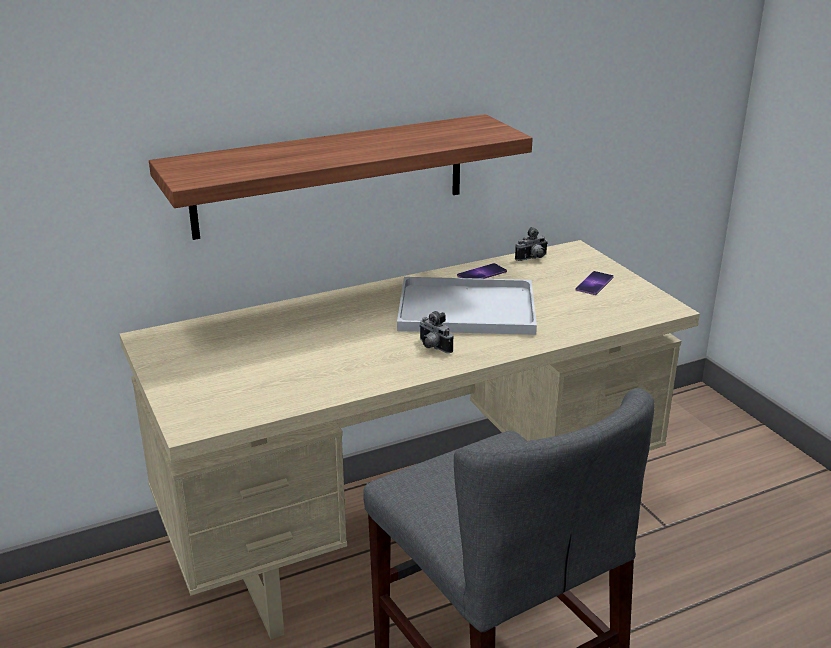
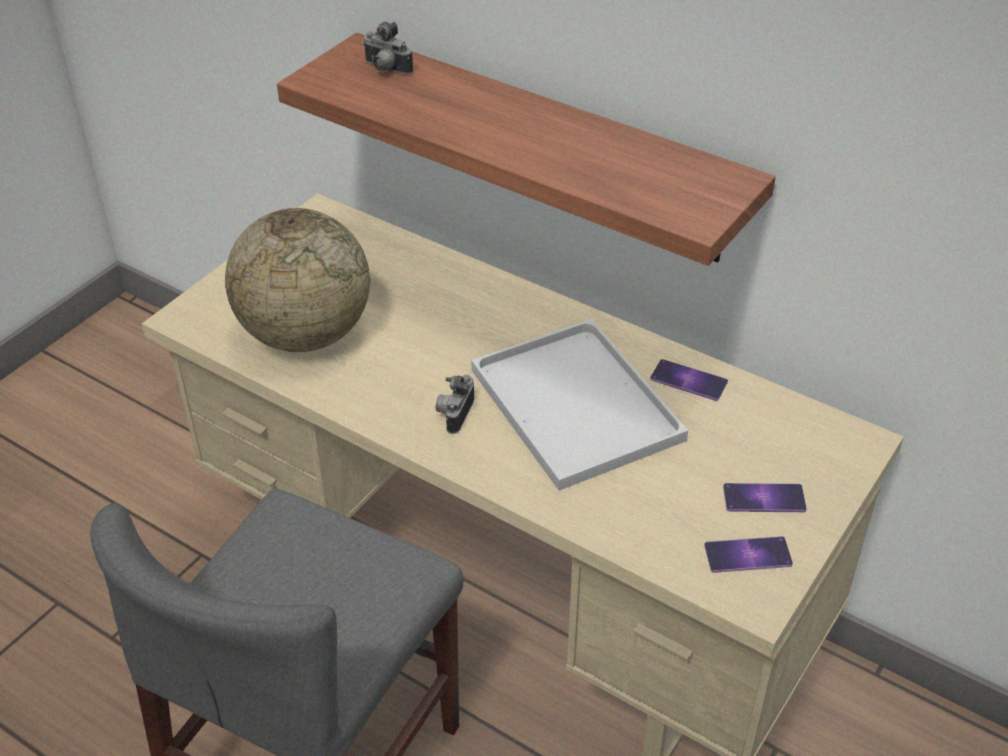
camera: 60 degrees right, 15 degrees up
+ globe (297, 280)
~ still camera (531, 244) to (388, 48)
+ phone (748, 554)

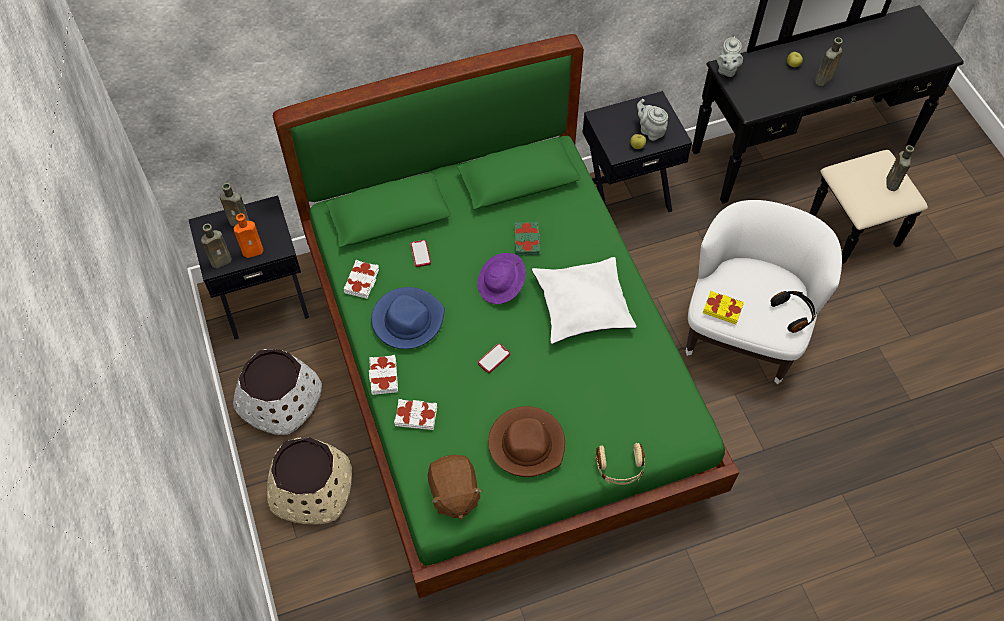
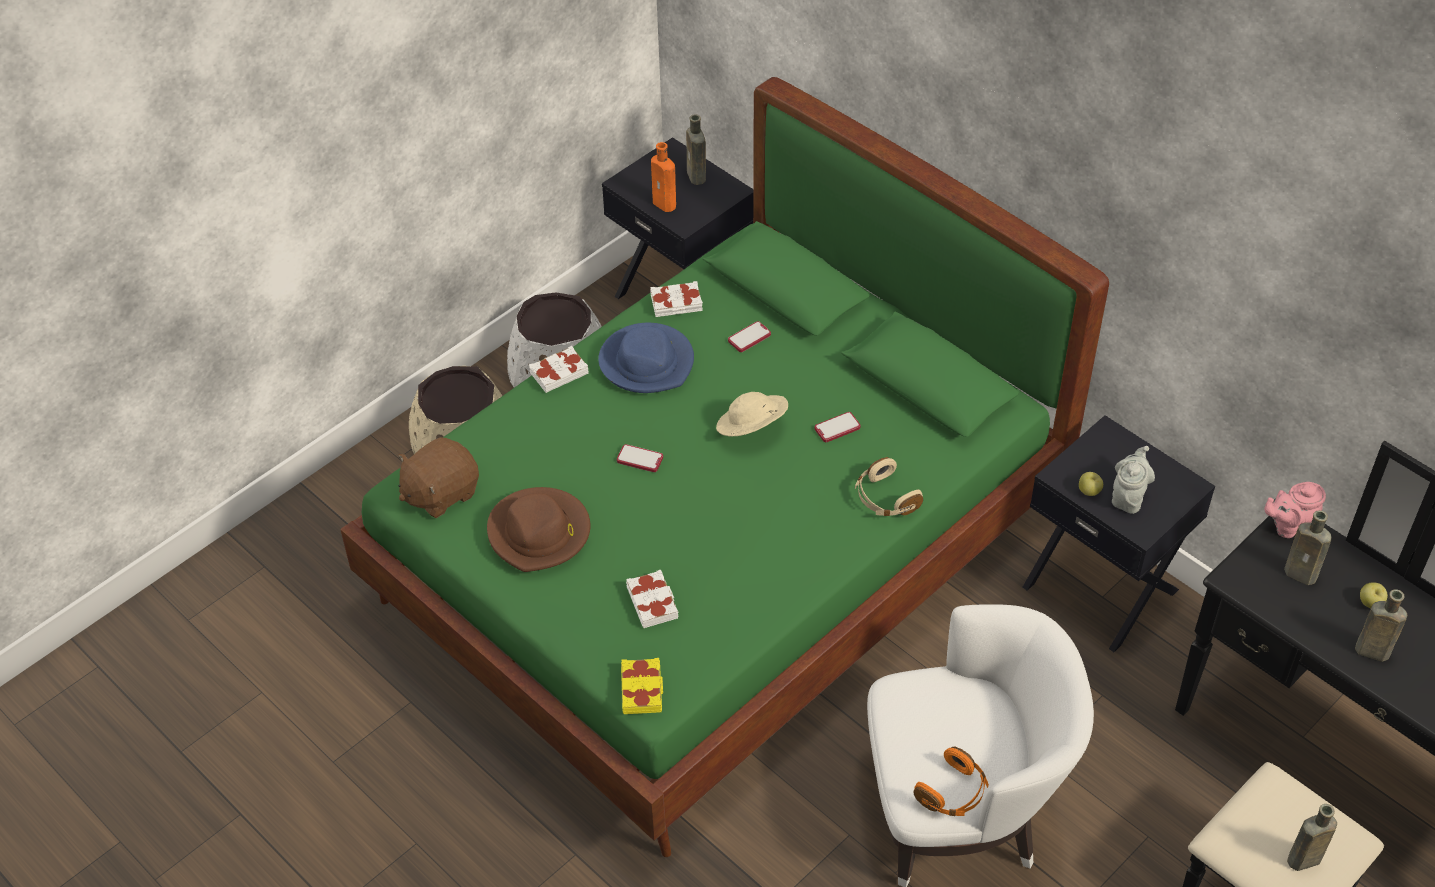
camera: 65 degrees right, 10 degrees down
~ yellow volume (723, 307) to (642, 686)
~ whitish volume (415, 414) to (652, 599)
~ purple-coloured hat (501, 278) to beige-coloured hat (752, 414)
~ green-coloured volume (527, 239) to phone (837, 427)
~ beige-coloured headset (620, 464) to (889, 486)
~ blackish headset (793, 312) to orangey headset (951, 781)
~ gray teapot (730, 56) to pinkish teapot (1295, 510)
~ brown-coloured bottle (216, 246) to (1308, 547)
- whitish pillow (584, 300)

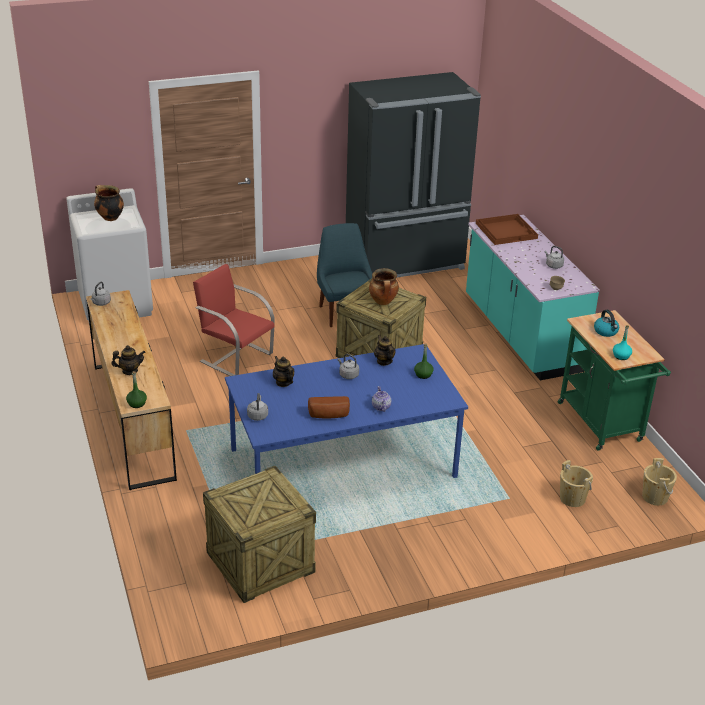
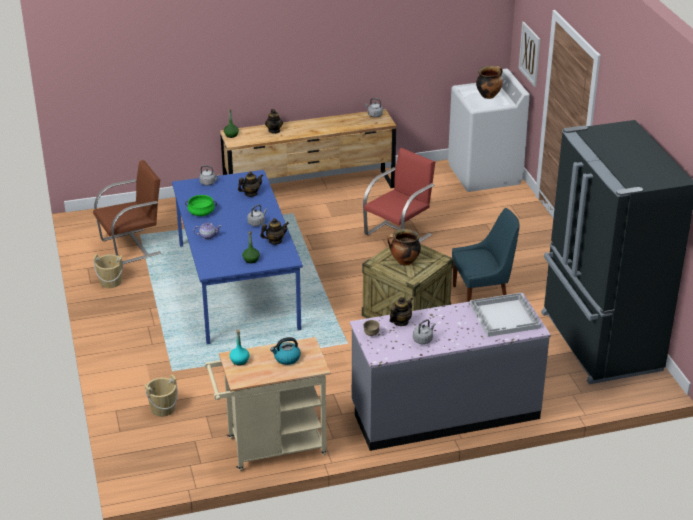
camera: 95 degrees right, 0 degrees up
~ packing crate (259, 534) to brown-coloured chair (127, 212)
~ beige-coloured pail (659, 482) to (108, 271)
~ bakery bread (329, 407) to green-coloured saucepot (201, 205)
~ green-coloured trolley (614, 380) to beige-coloured trolley (267, 404)
~ blue-green kitchen base unit (533, 297) to gray kitchen base unit (450, 372)
+ teapot (401, 311)
~ brown-coloured tray (507, 229) to whitish tray (505, 315)
+ picture (529, 54)

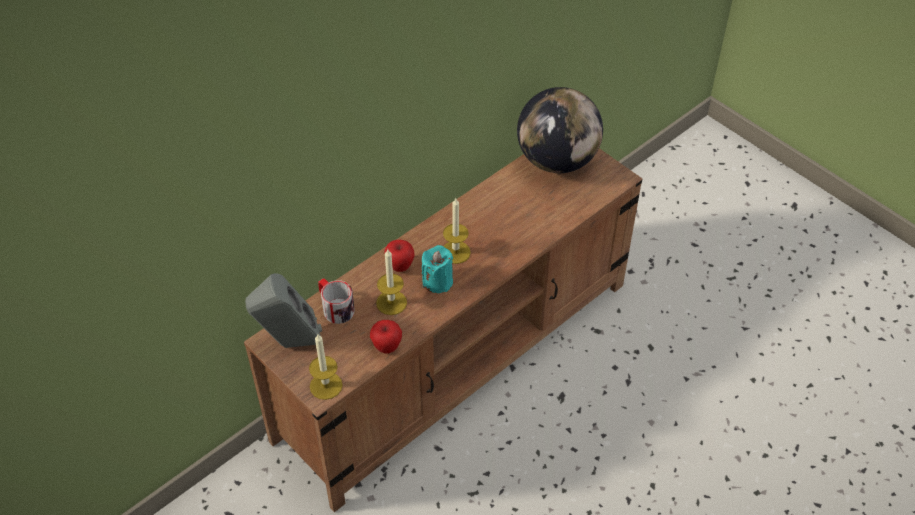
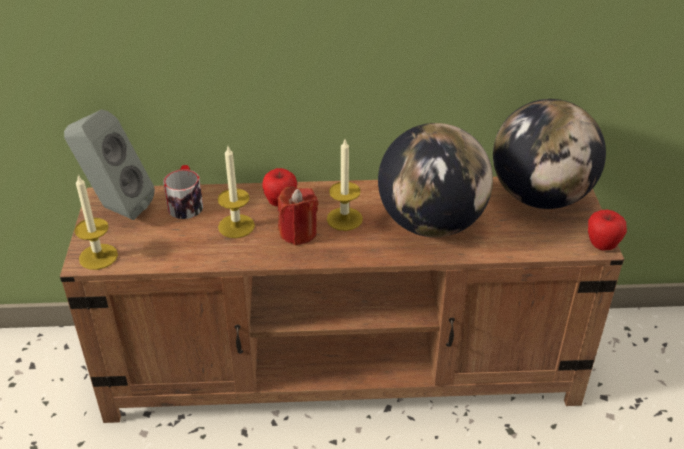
camera: 40 degrees right, 10 degrees down
~ blue-green wax light (437, 269) to red wax light (297, 215)
+ globe (435, 180)
~ apple (386, 336) to (607, 230)

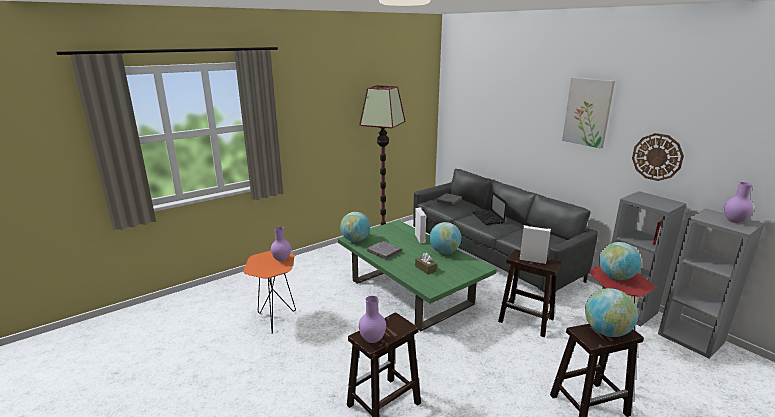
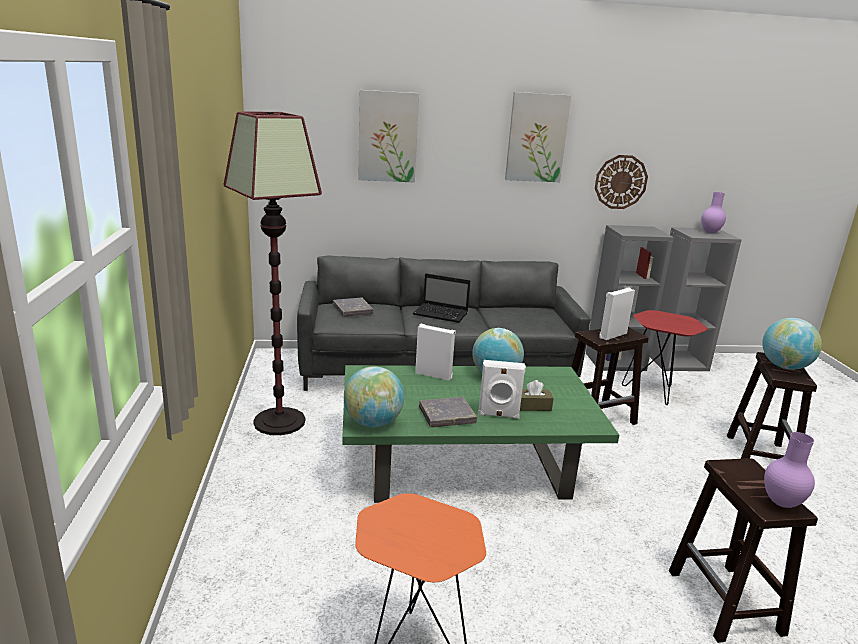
camera: 60 degrees left, 0 degrees up
+ picture (388, 136)
+ whitish audio speaker (502, 389)
- purple-coloured decorative vase (281, 244)
- globe (620, 261)

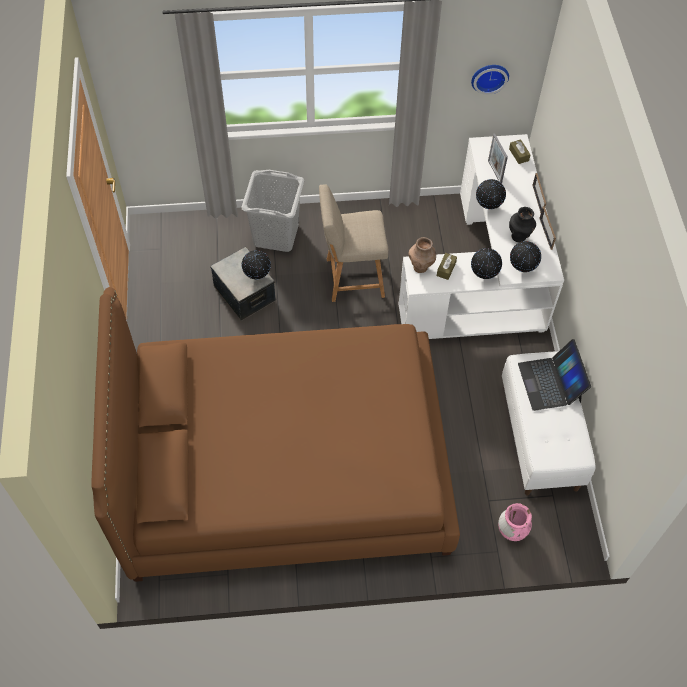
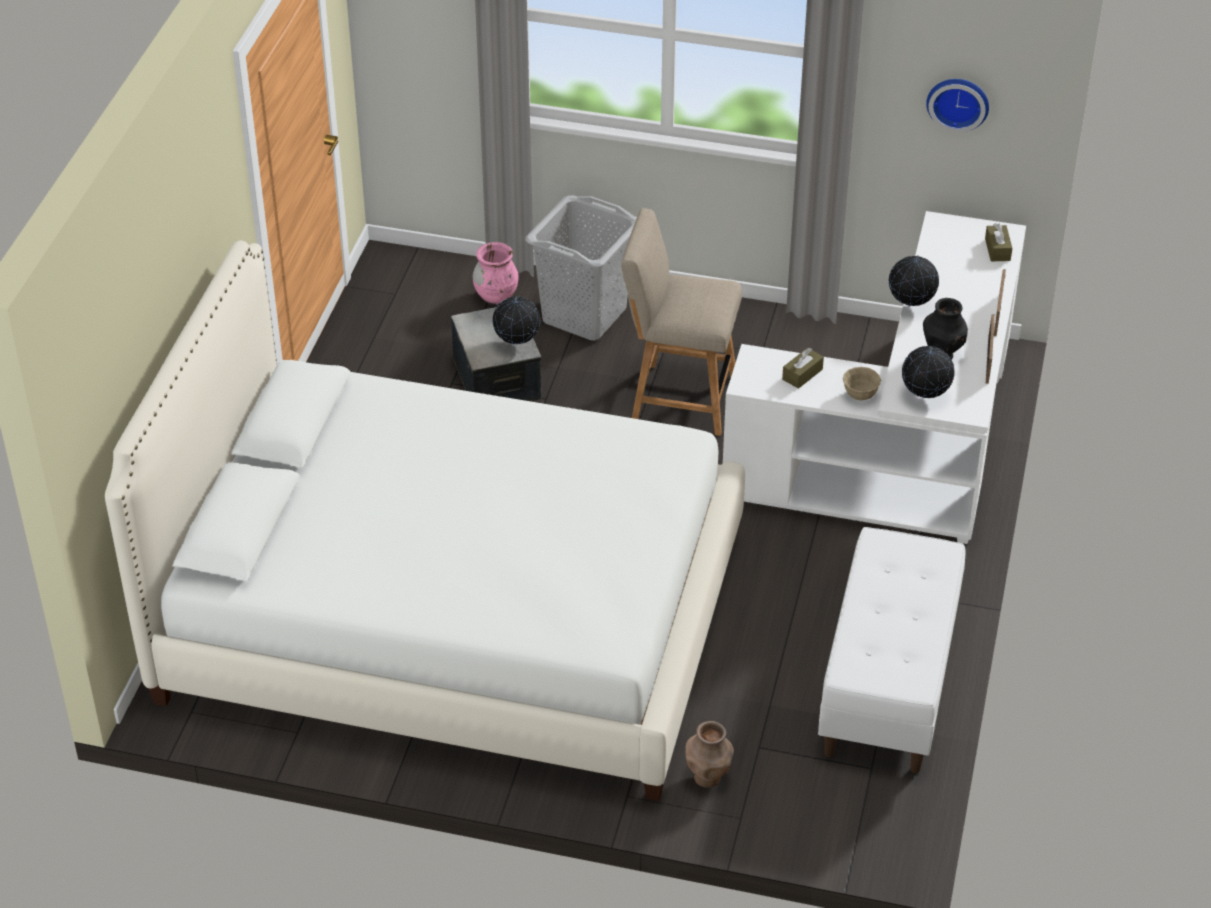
camera: 20 degrees right, 15 degrees down
~ brown-coloured sleeping bed (276, 434) to whitish sleeping bed (425, 520)
~ pinkish decorative vase (515, 522) to (496, 273)
~ brown-coloured decorative vase (422, 255) to (709, 754)
~ globe (486, 263) to beige-coloured serving bowl (862, 383)
- photo frame (498, 158)
- notebook computer (554, 375)

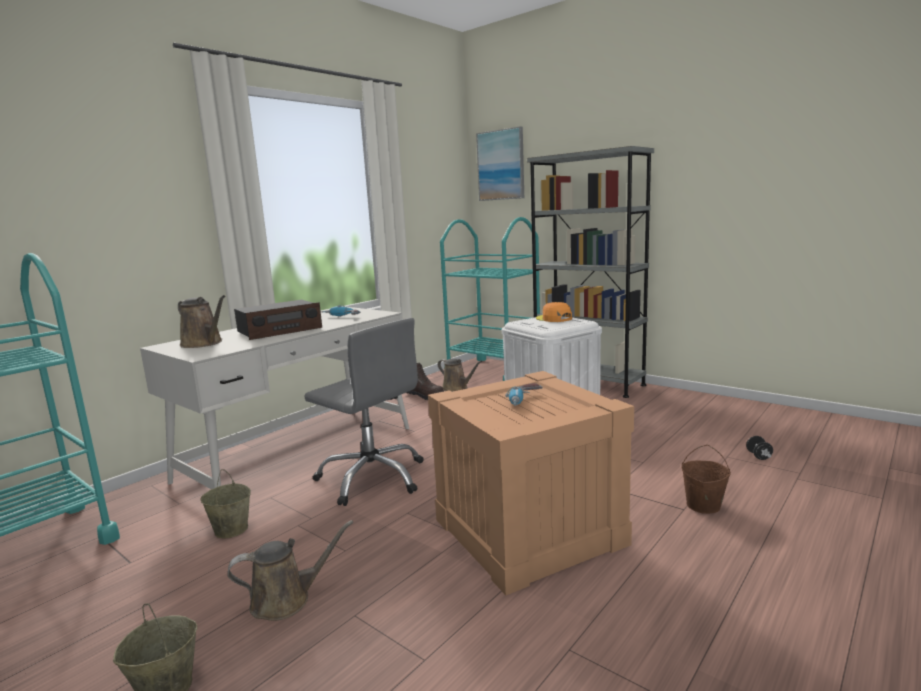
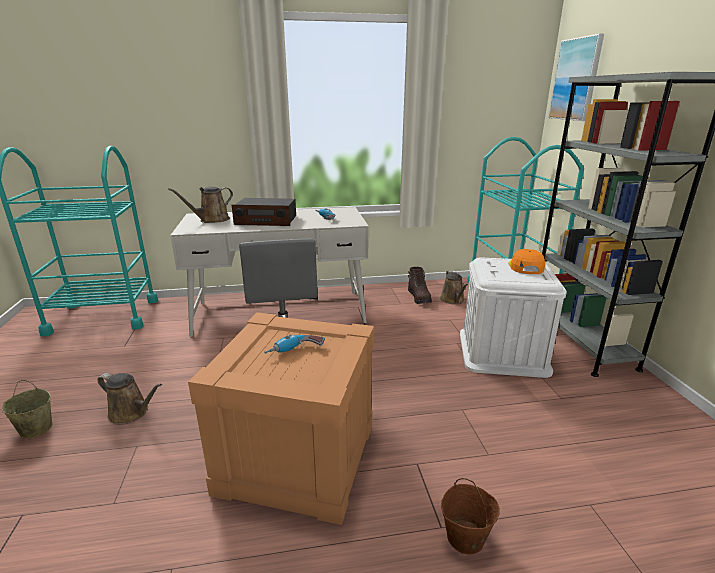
camera: 40 degrees right, 10 degrees up
~ brown-coloured watering can (202, 321) = (200, 205) 60 degrees clockwise
- beige-coloured pail (226, 504)
- blackish dumbbell (759, 448)

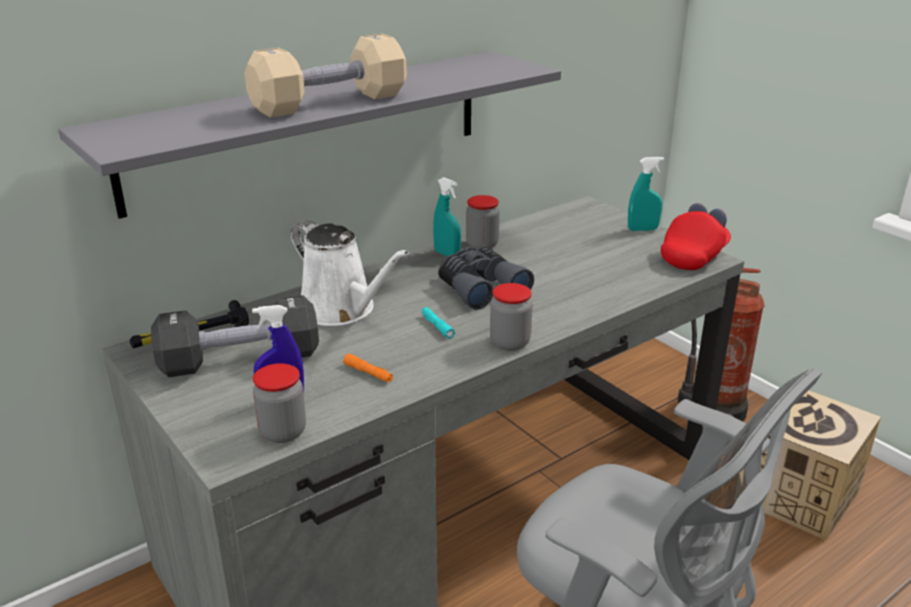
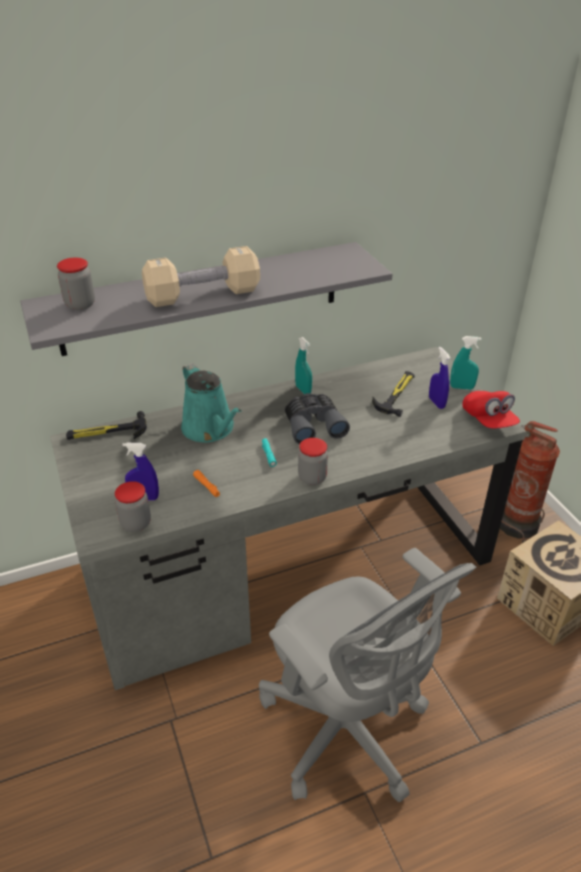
camera: 15 degrees right, 10 degrees up
~ preserve jar (483, 222) to (76, 284)
~ whitish watering can (349, 273) to blue-green watering can (211, 403)
+ tool hammer (393, 394)
+ blue hand sprayer (439, 378)
~ red peaked cap (696, 236) = (491, 409) 105 degrees clockwise
- blackish dumbbell (235, 336)

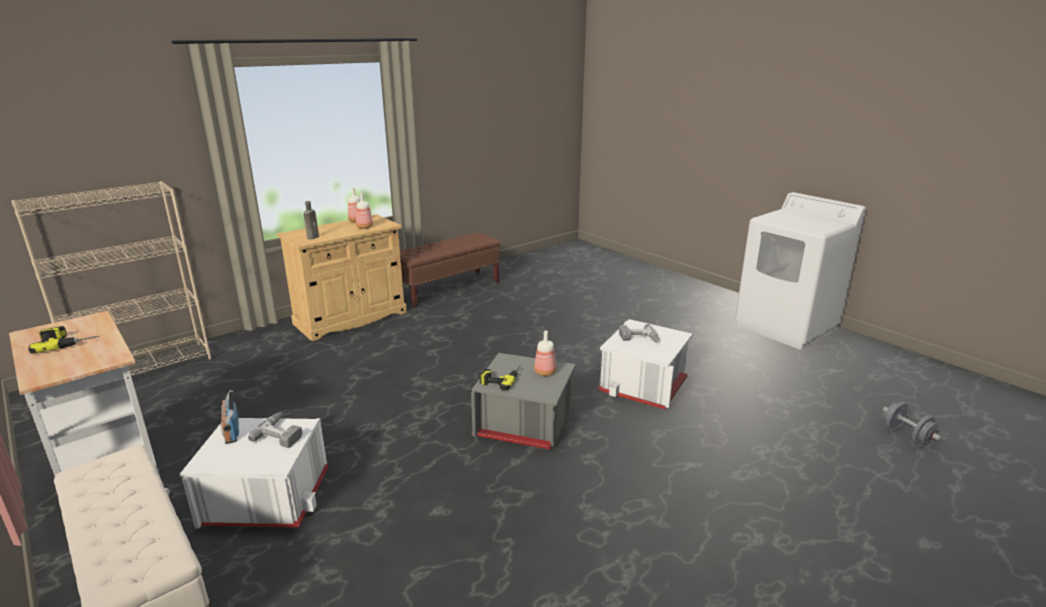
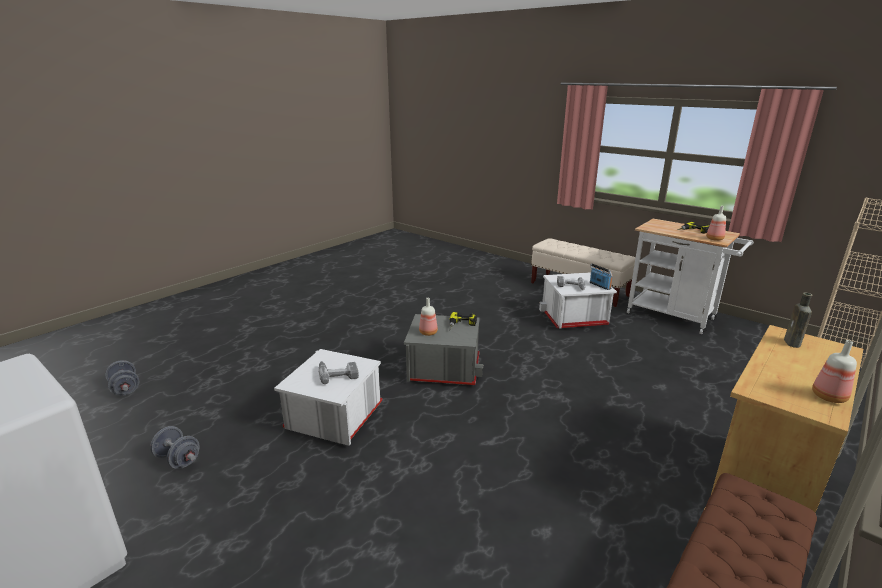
camera: 170 degrees right, 0 degrees up
+ gray dumbbell (175, 447)
~ bottle (364, 211) to (716, 223)

